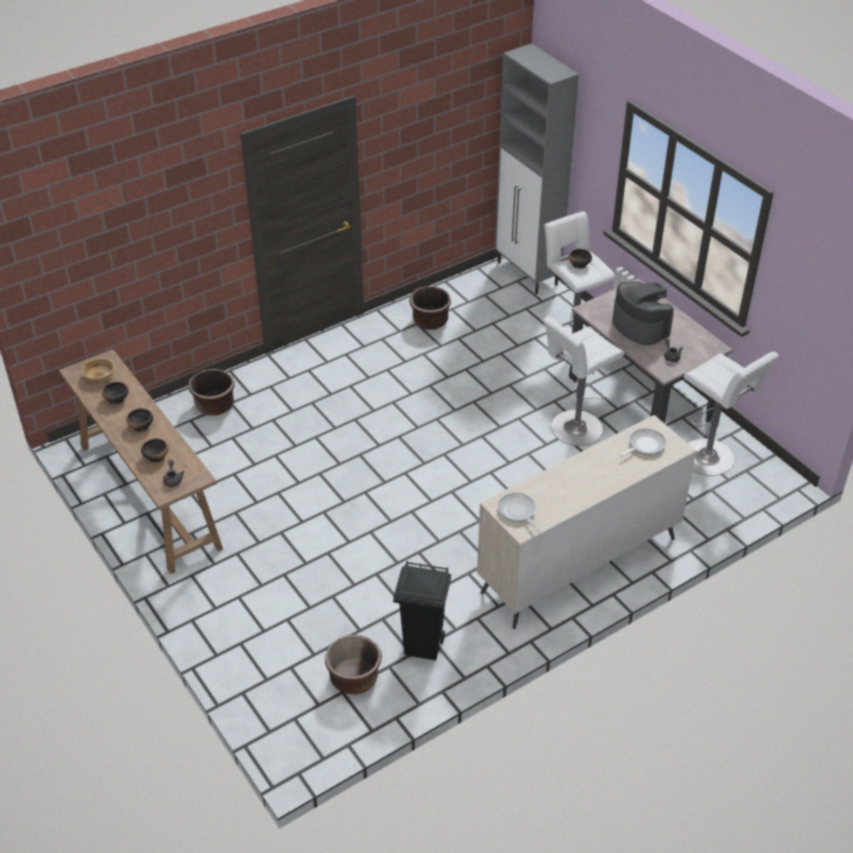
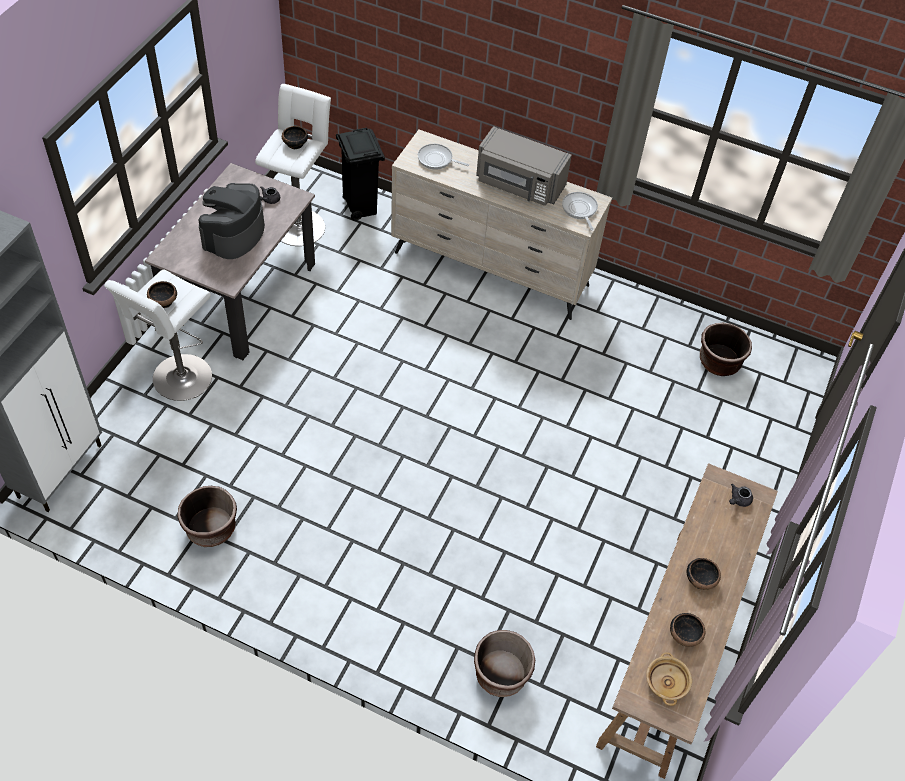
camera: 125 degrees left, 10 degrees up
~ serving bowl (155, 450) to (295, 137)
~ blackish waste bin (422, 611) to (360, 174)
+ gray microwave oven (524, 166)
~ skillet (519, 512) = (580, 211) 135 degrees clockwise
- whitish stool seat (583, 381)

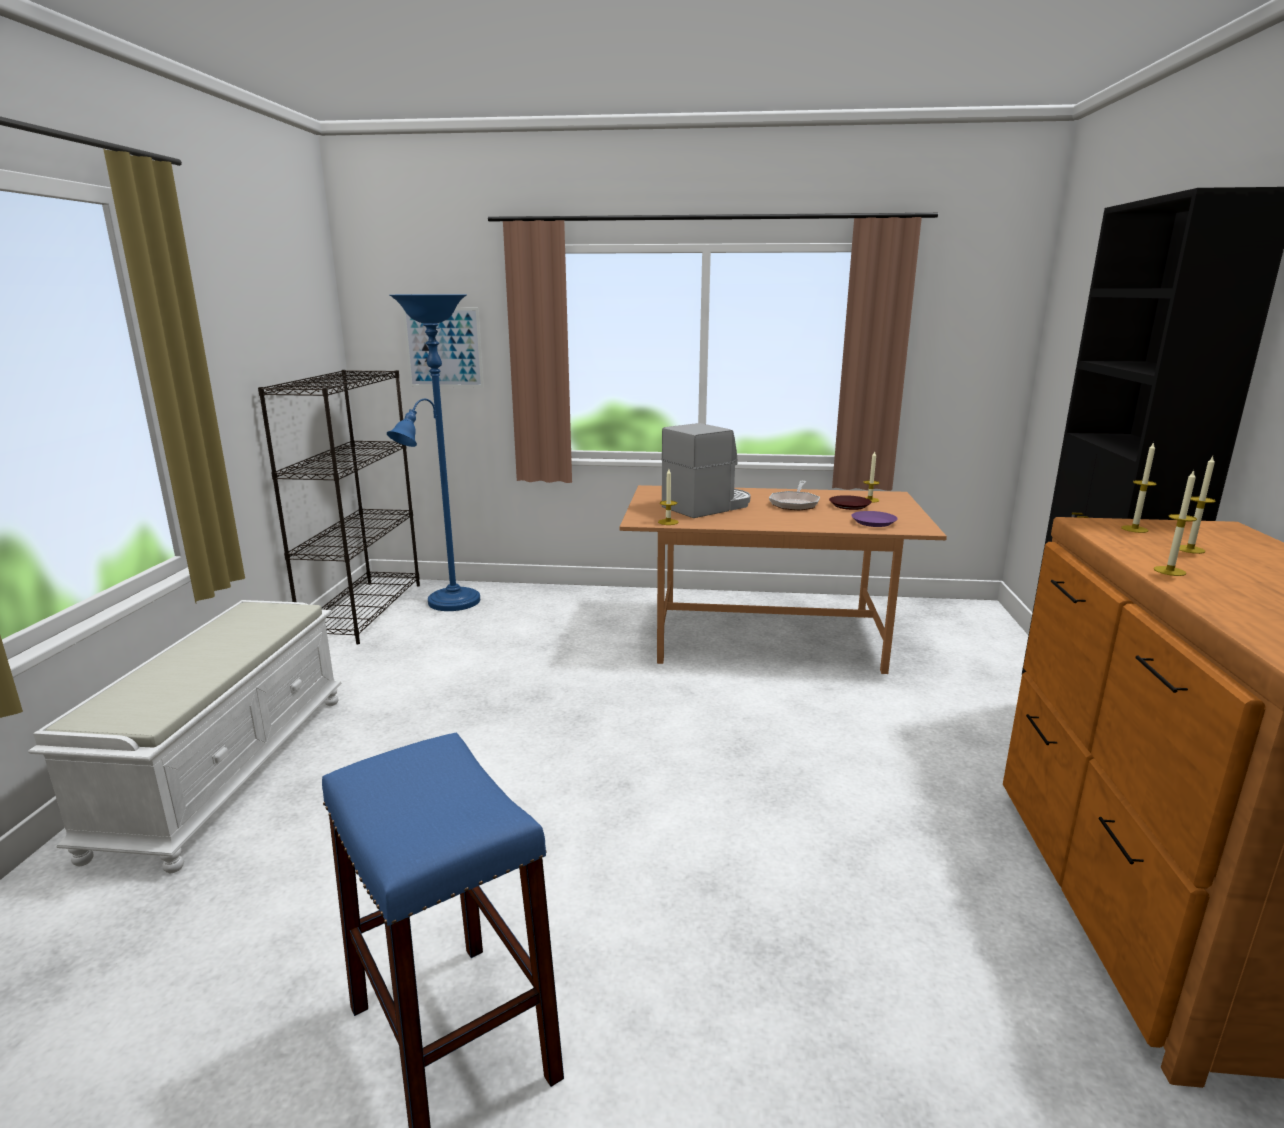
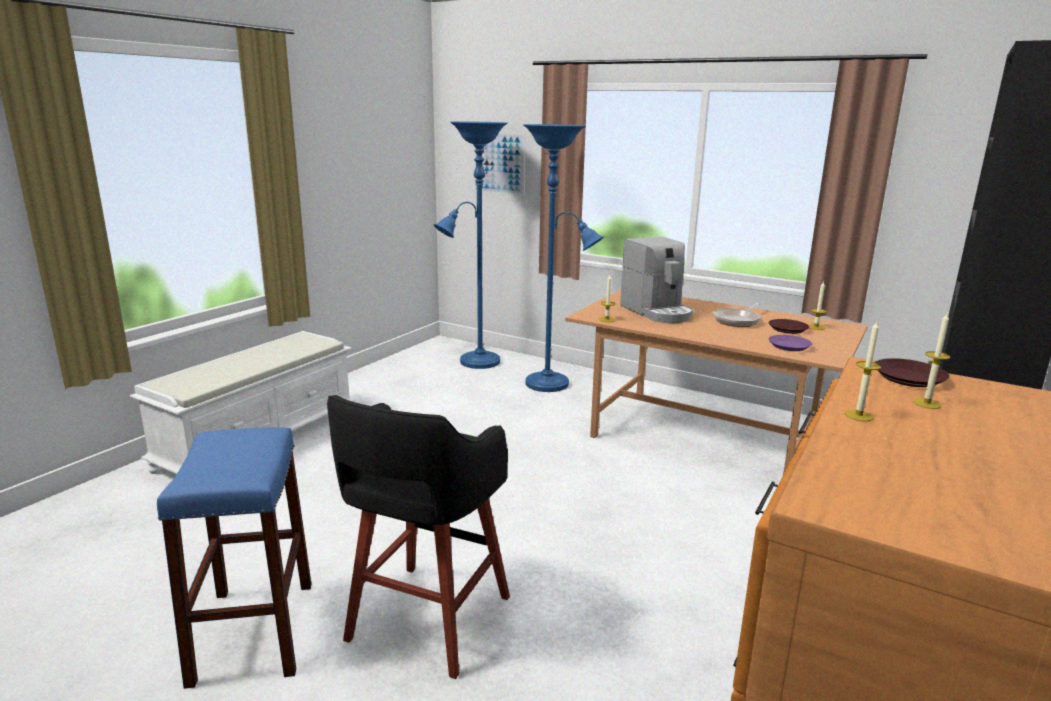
camera: 25 degrees right, 0 degrees up
+ blackish stool seat (418, 537)
+ blue floor lamp (563, 258)
~ coffee machine (706, 470) = (656, 279) 75 degrees clockwise
~ wax light (1139, 487) to brown-coloured flat dish (912, 372)
- blackish bookshelf (339, 507)

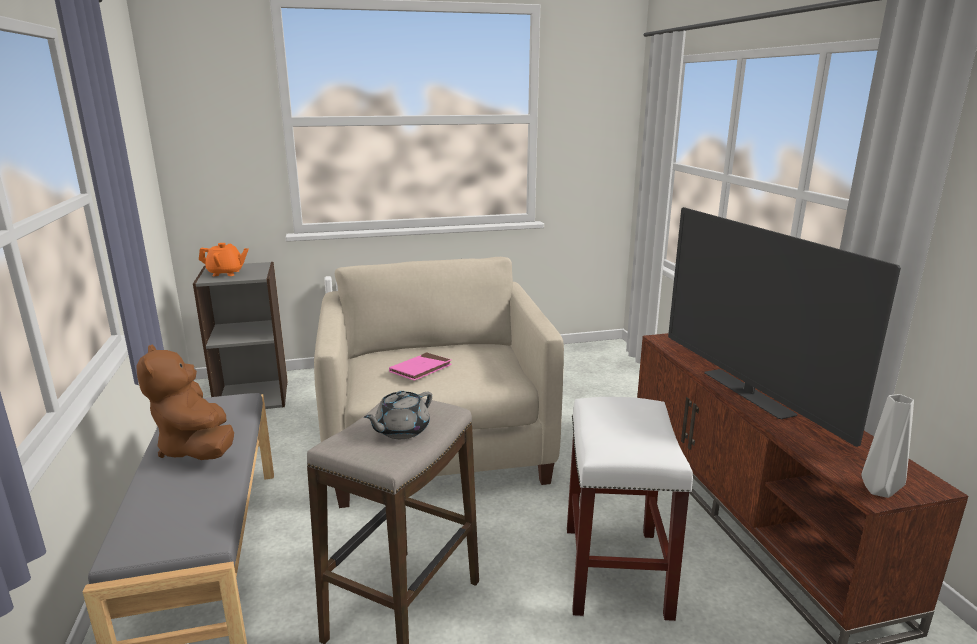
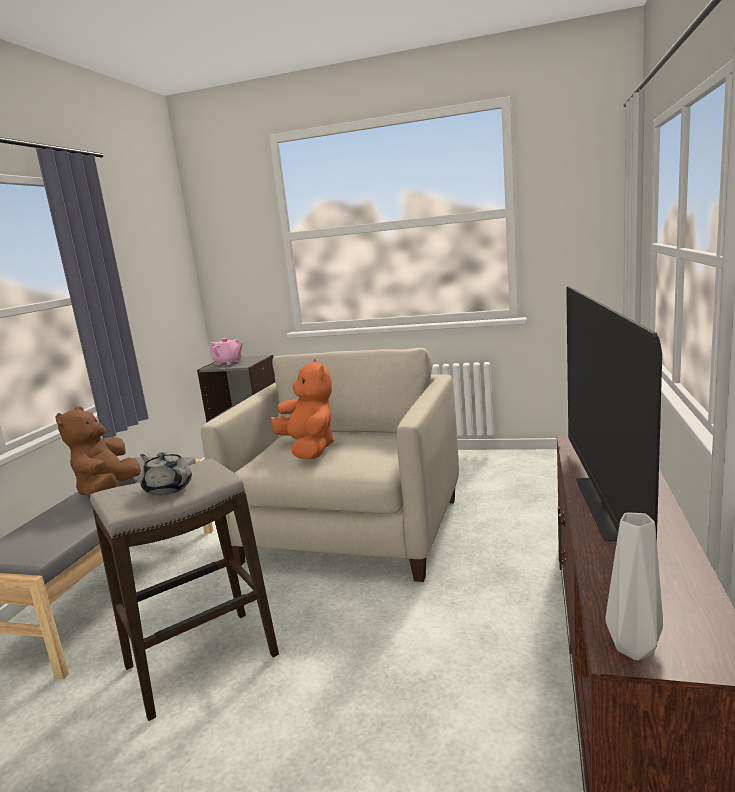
camera: 30 degrees right, 5 degrees down
~ gray teapot (398, 415) = (166, 474) 60 degrees clockwise
~ orangey teapot (224, 259) to pinkish teapot (226, 351)
~ pinkish volume (420, 366) to orangey soft toy (302, 409)
- whitish stool seat (630, 509)

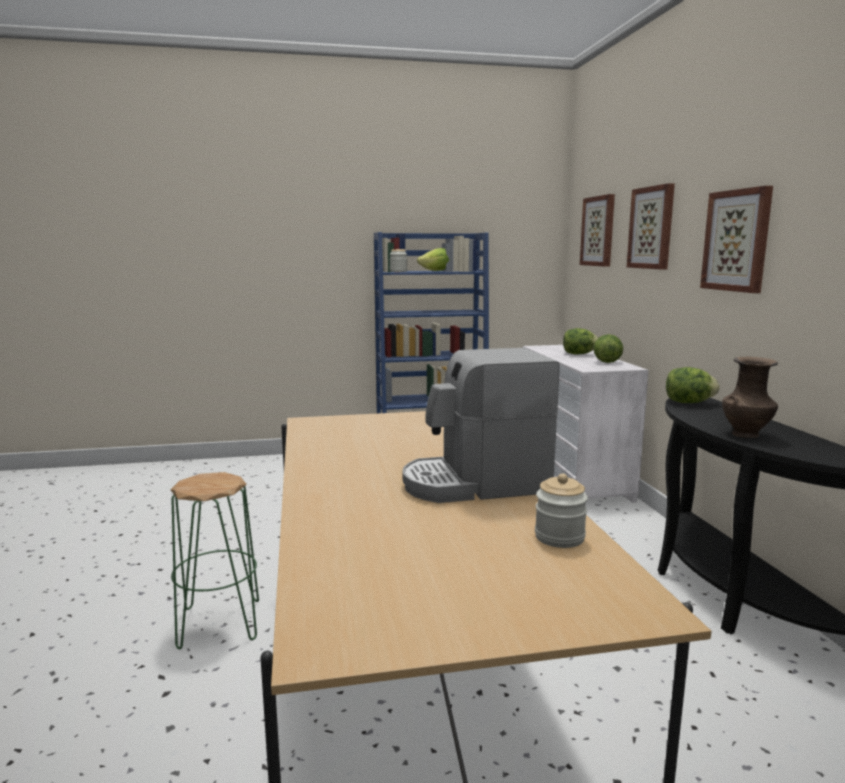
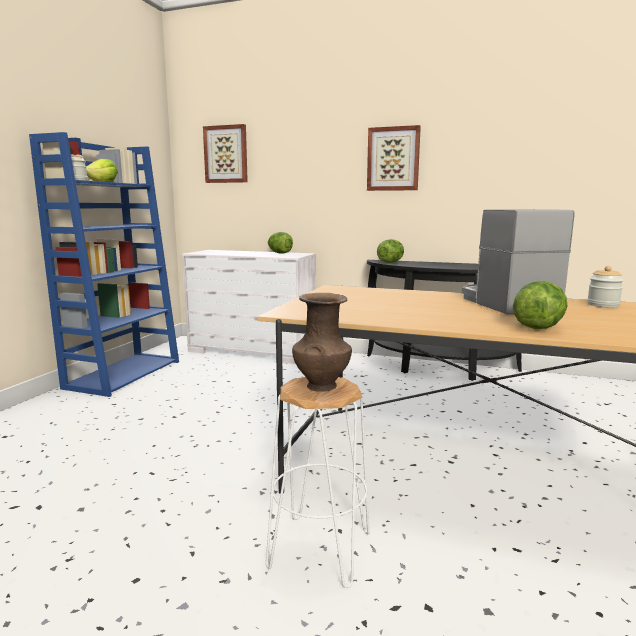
camera: 60 degrees left, 0 degrees up
~ green-coloured stool seat (215, 560) to whitish stool seat (317, 482)
~ brown-coloured decorative vase (750, 397) to (322, 342)
~ coffee machine (481, 425) = (518, 261) 150 degrees clockwise
~ lettuce (580, 341) to (540, 305)
- picture (651, 226)

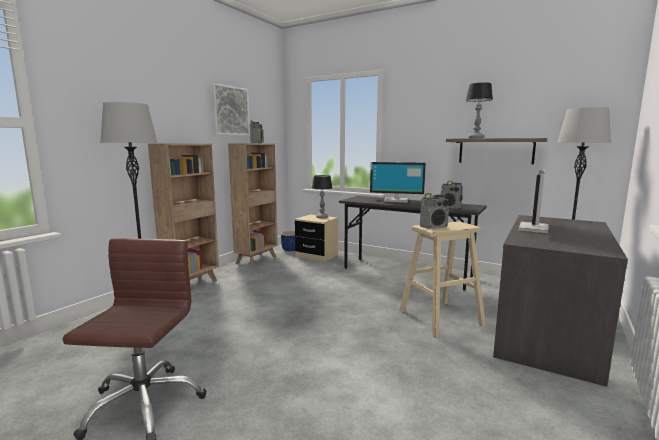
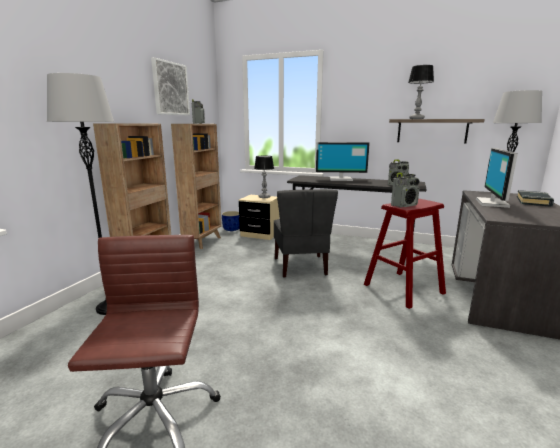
camera: 10 degrees left, 5 degrees up
+ gray chair (306, 233)
~ beige-coloured stool seat (442, 279) to red stool seat (405, 254)
+ blackish volume (535, 198)

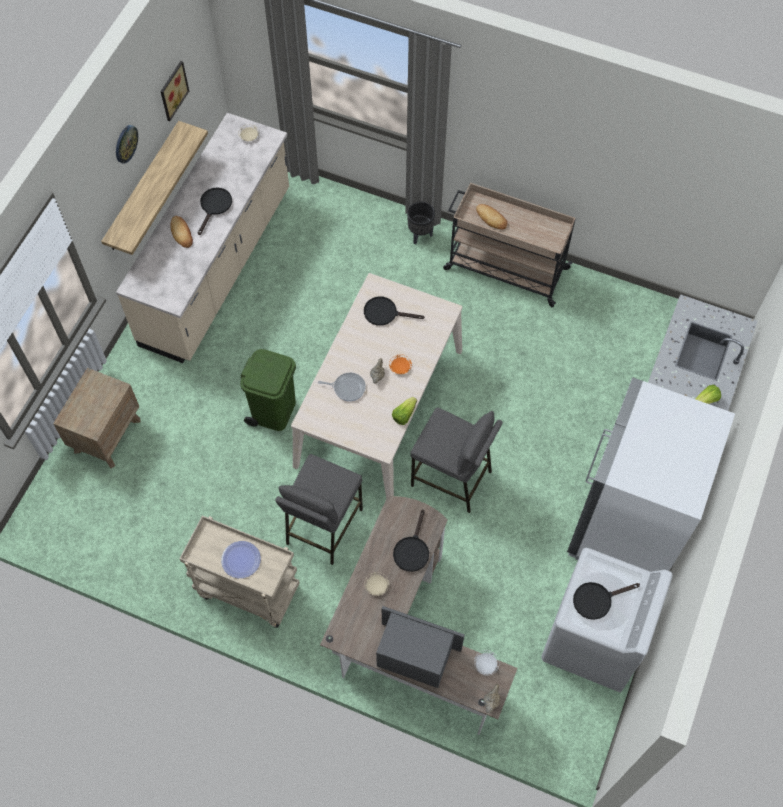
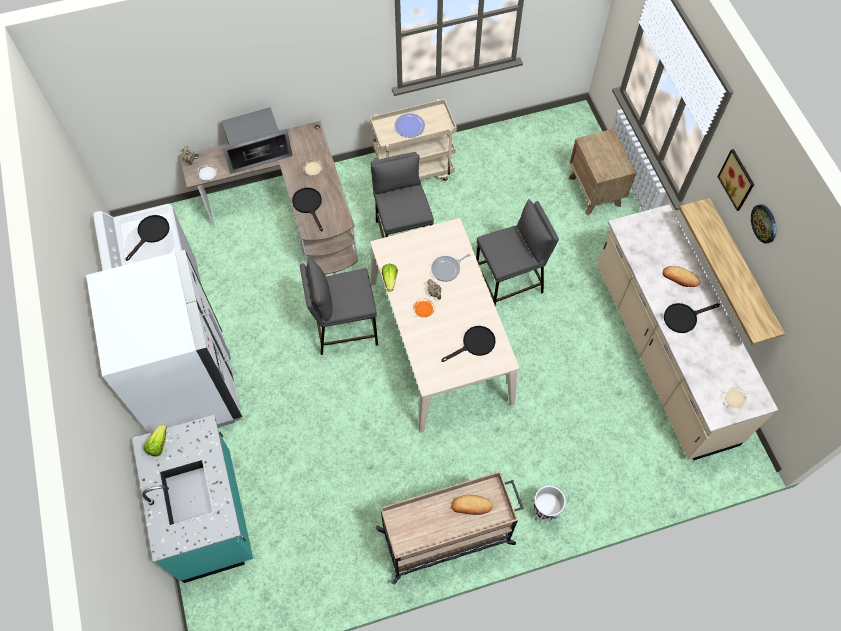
camera: 140 degrees right, 0 degrees up
~ green-coloured waste bin (268, 390) to gray stool seat (517, 252)
~ blackish flower pot (421, 223) to whitish flower pot (549, 503)
~ blackish skillet (215, 211) = (692, 318) 90 degrees clockwise
~ picture (174, 91) to (735, 180)

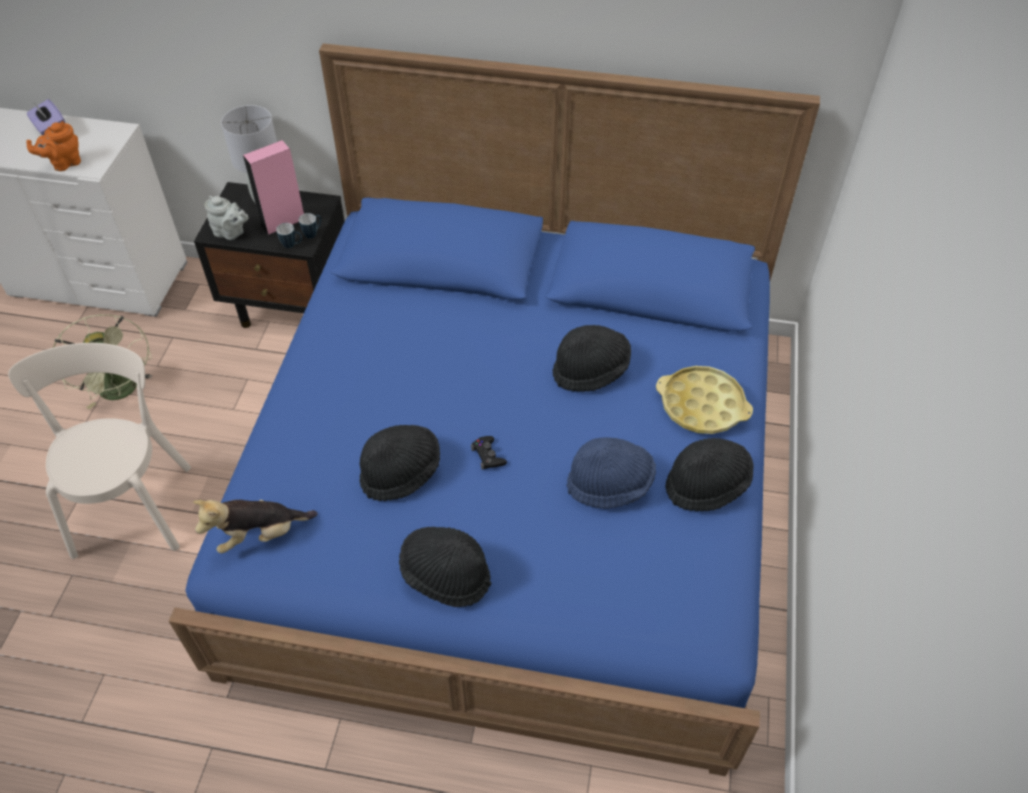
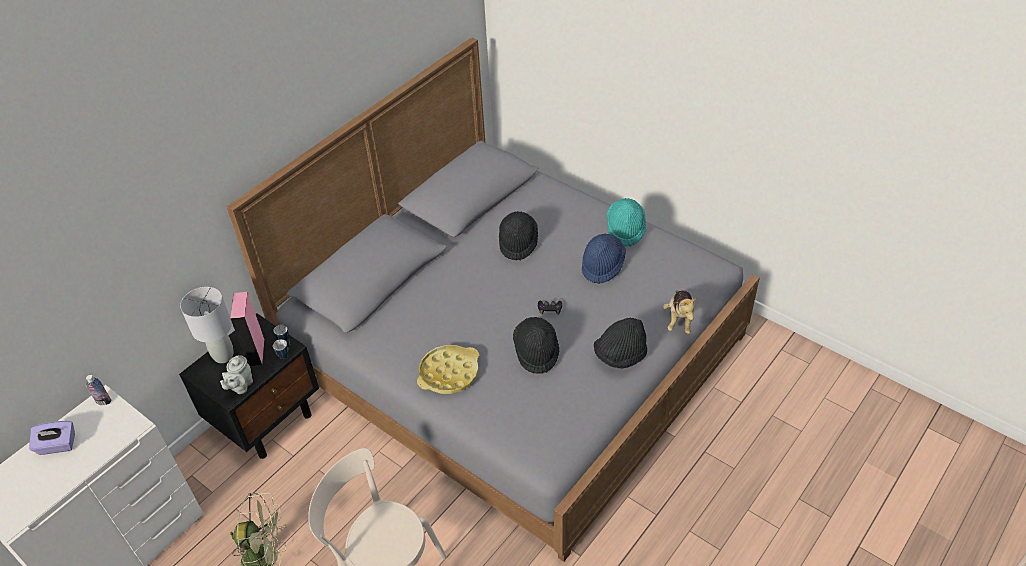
camera: 60 degrees left, 5 degrees down
+ bottle (98, 390)
~ gray teapot (227, 218) = (236, 374) 150 degrees clockwise
~ blue sleeping bed (494, 409) to gray sleeping bed (493, 299)
~ yellow tray (704, 400) to (448, 369)
~ blackish hat (709, 474) to blue-green hat (626, 222)
~ soft toy (255, 526) to (680, 312)
- orangey teapot (53, 146)

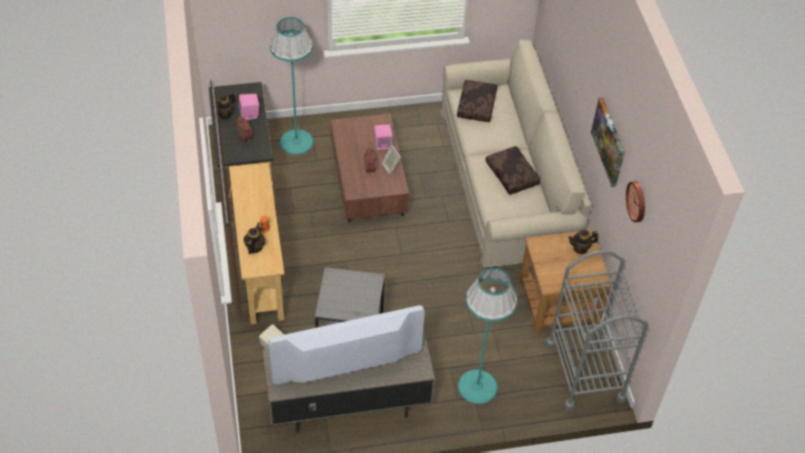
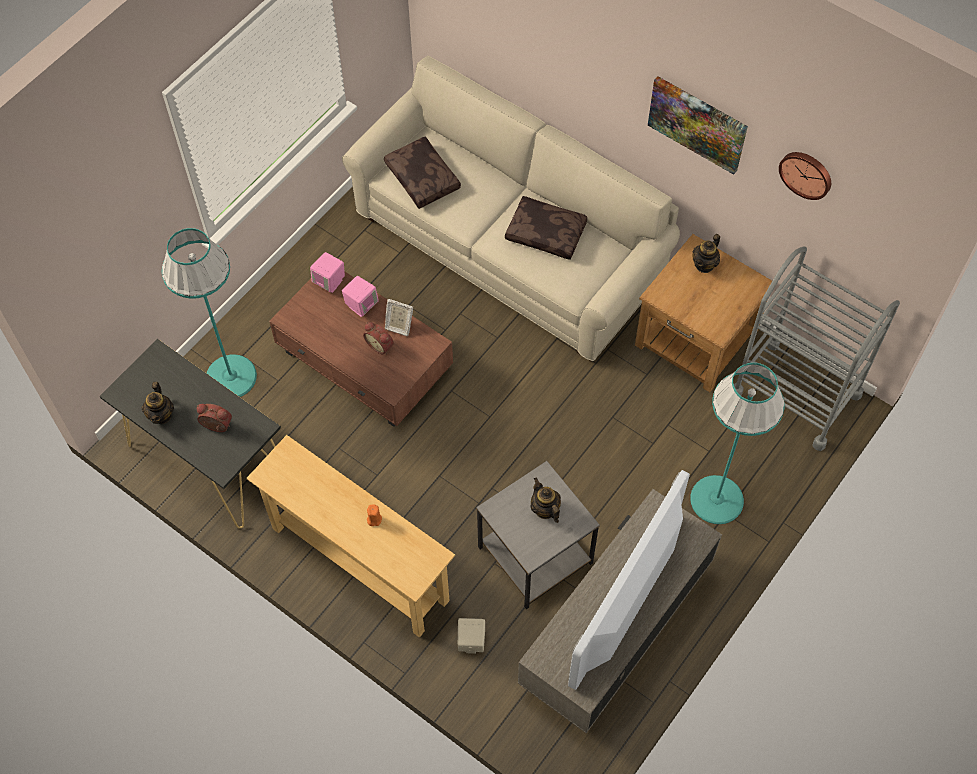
camera: 40 degrees left, 10 degrees up
~ pinkish audio speaker (249, 107) to (327, 272)
~ teapot (254, 238) to (546, 500)

